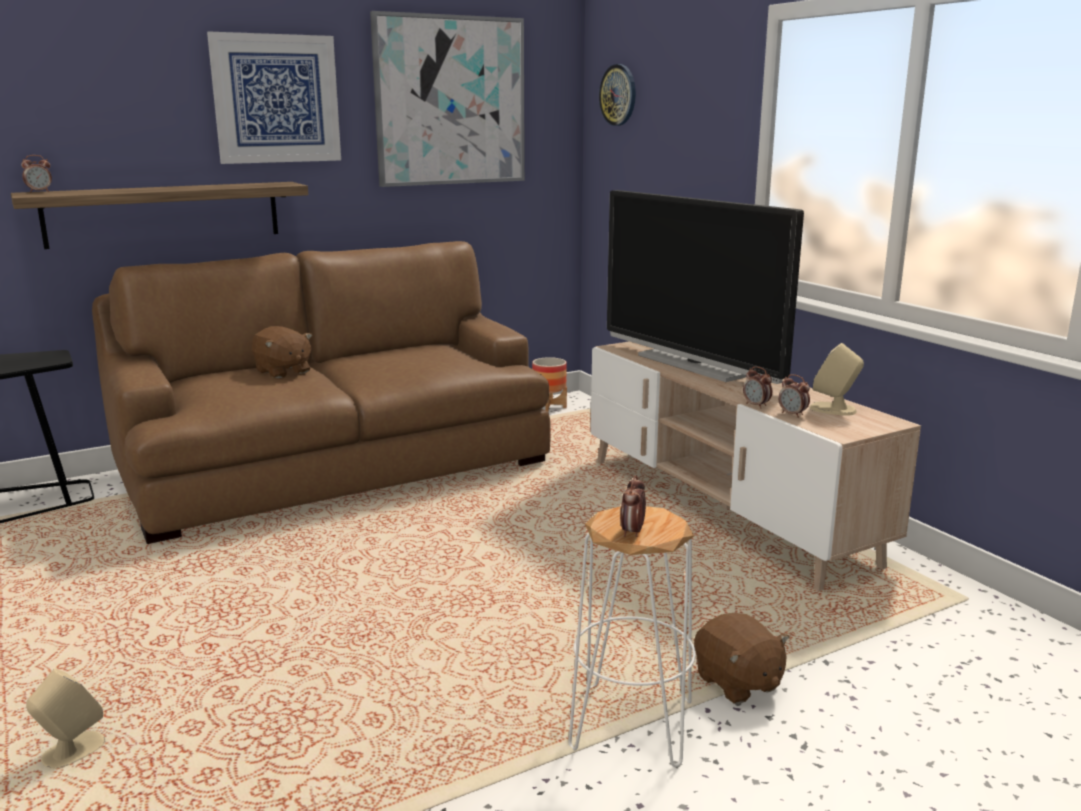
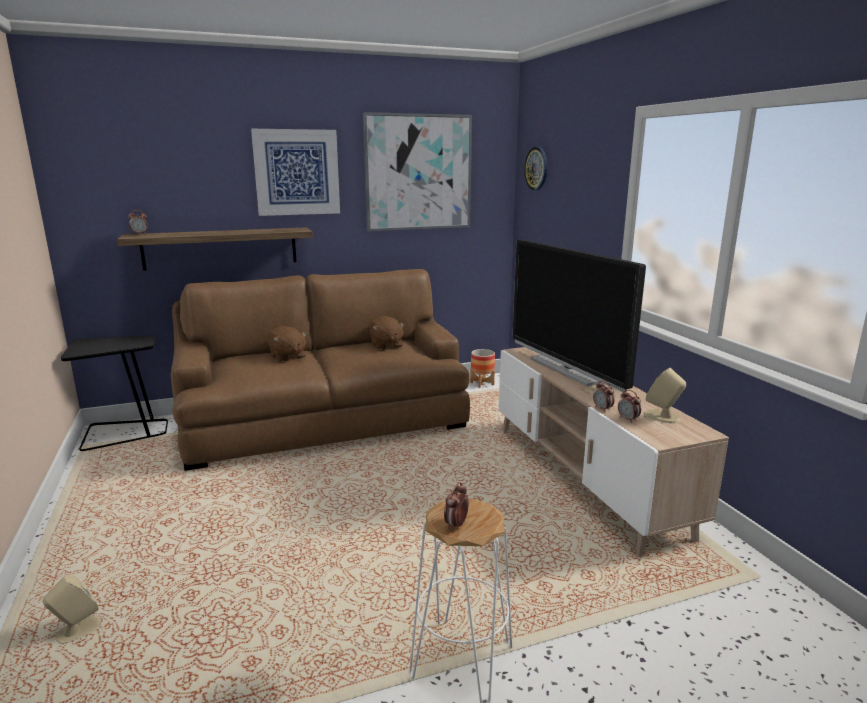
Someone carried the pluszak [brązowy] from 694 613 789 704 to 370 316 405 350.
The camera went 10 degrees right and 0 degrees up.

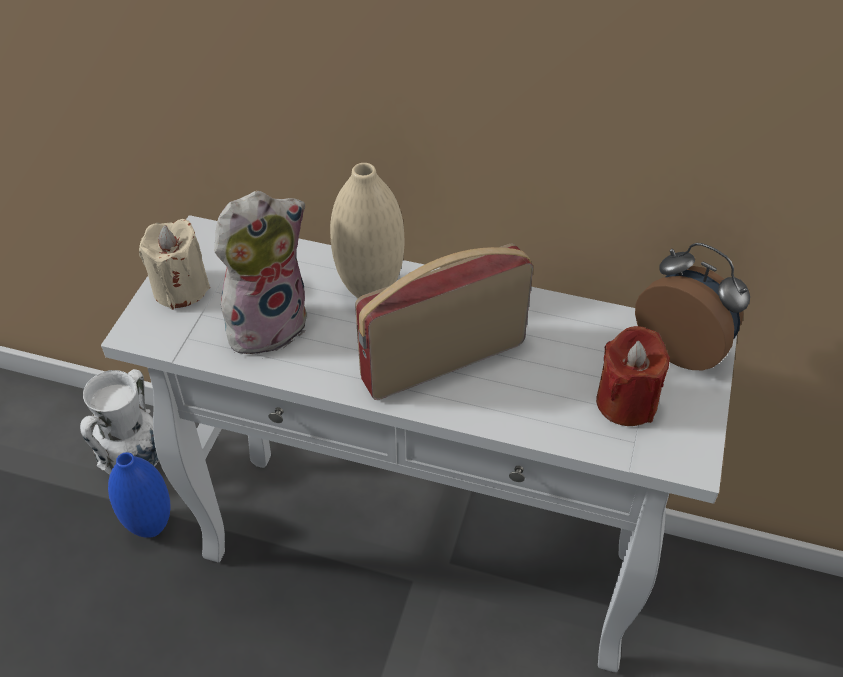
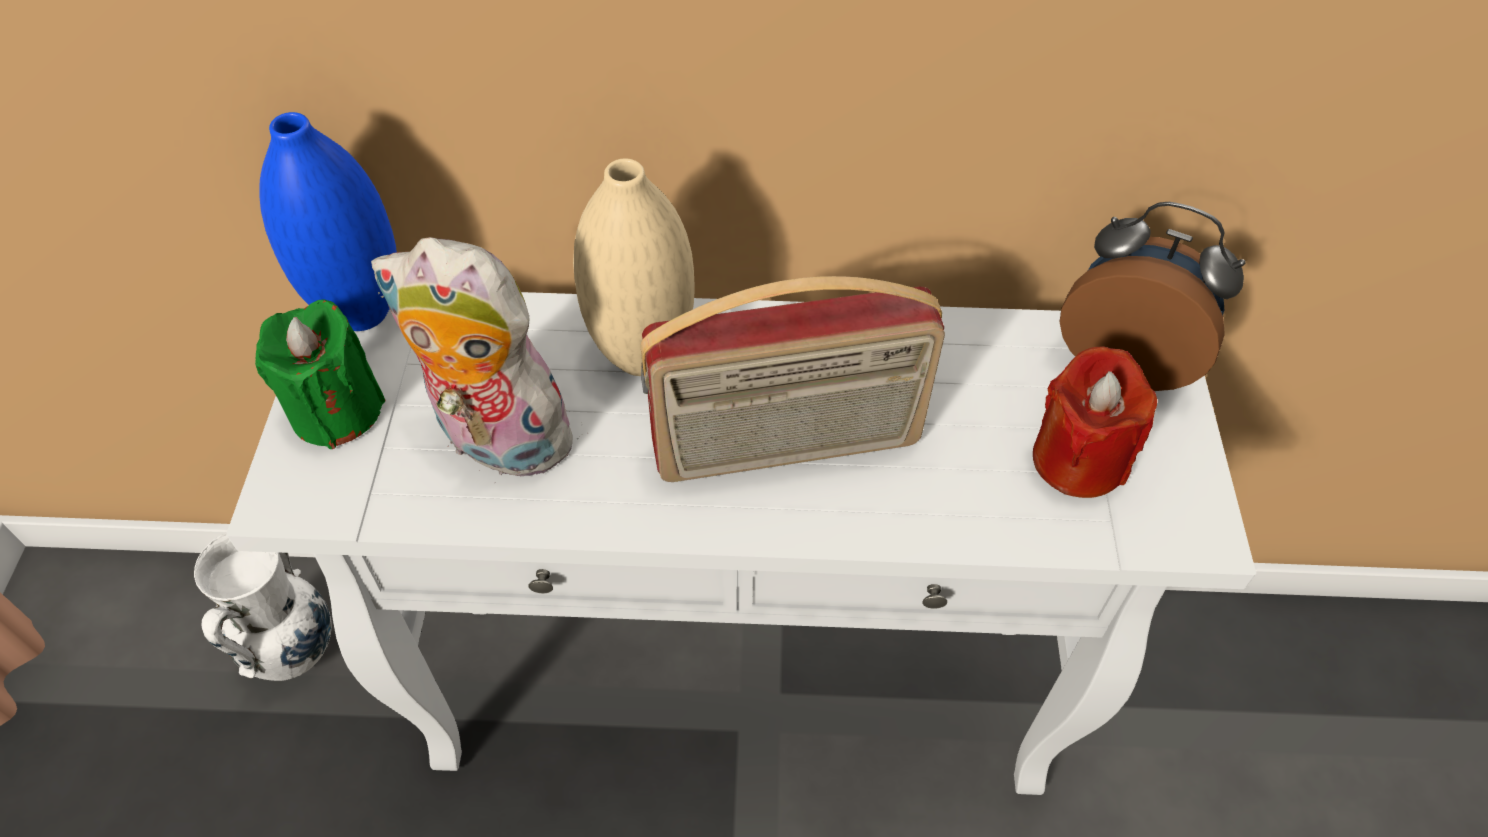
Someone rotated the pluszak at 214 191 307 359 by 105 degrees counterclockwise.
Someone repainted the świeca [beżowy] at 139 219 210 310, which became the świeca [zielony] at 255 300 386 449.
Someone rotated the radio at 355 244 533 400 by 150 degrees counterclockwise.
Someone carried the wazon [niebieski] from 108 452 171 538 to 259 112 397 331.
The camera went 15 degrees left and 5 degrees up.

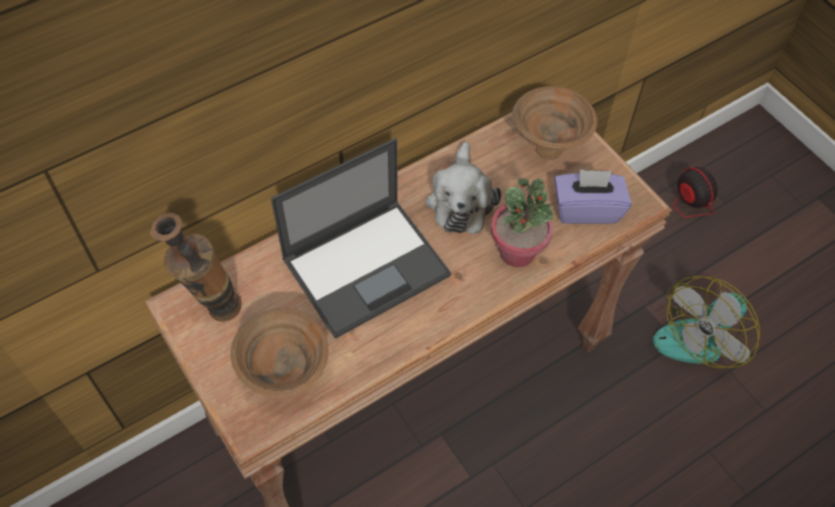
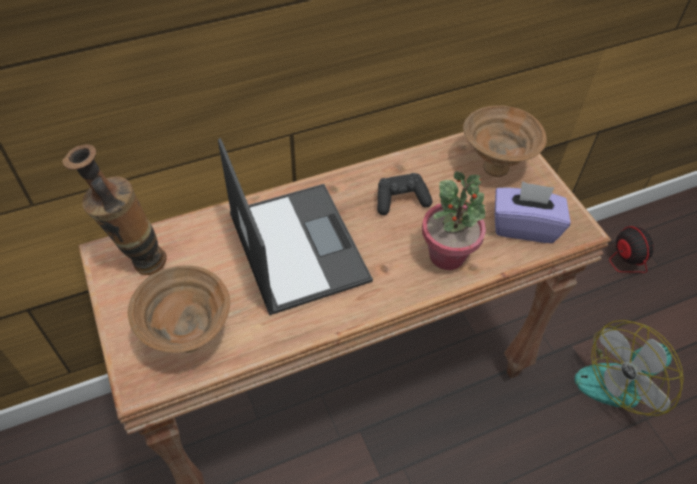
Someone rotated the laptop at 271 138 451 339 by 90 degrees counterclockwise.
Someone swapped the pluszak at 426 142 501 234 for the pad do gier [czarny] at 377 173 433 215.
The camera went 10 degrees right and 5 degrees down.

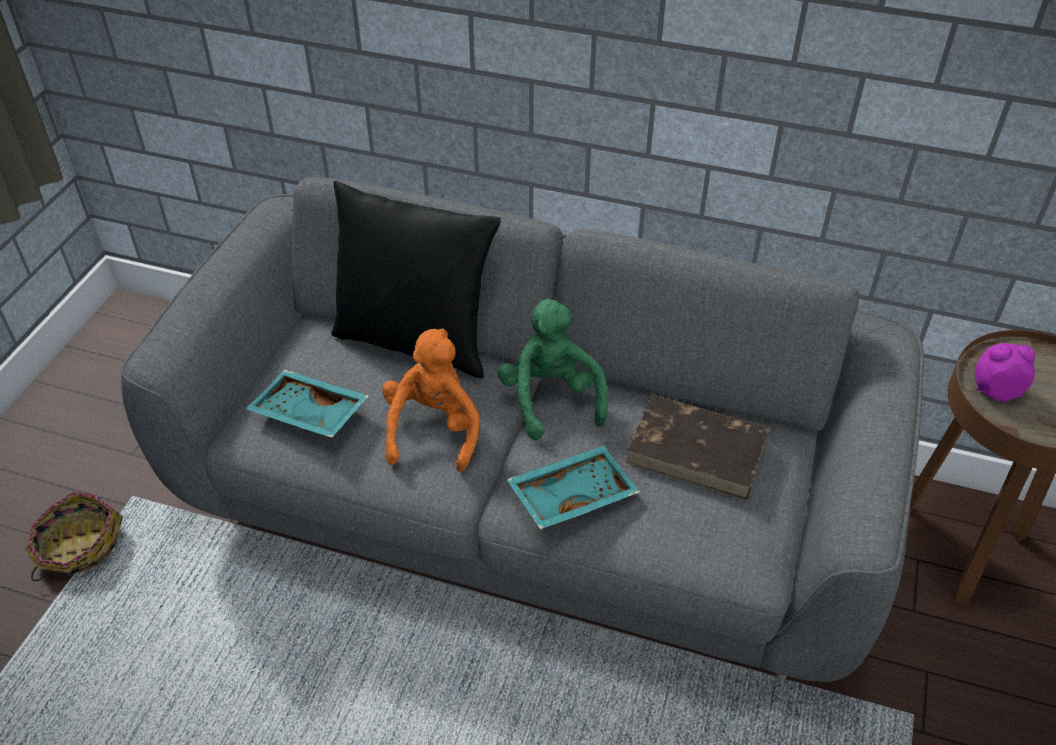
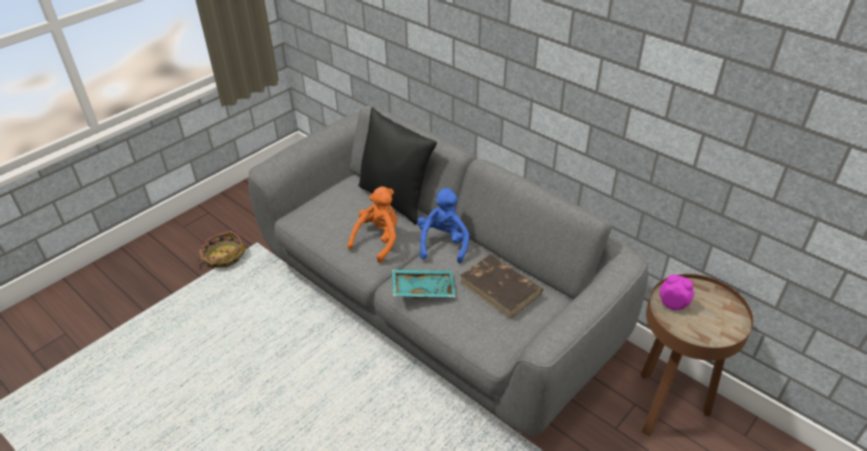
Someone repainted the pluszak [zielony] at 497 298 608 441, which became the pluszak [niebieski] at 417 188 469 263.
Someone took away the taca [turkusowy] at 245 370 369 438.
The camera went 25 degrees right and 5 degrees down.

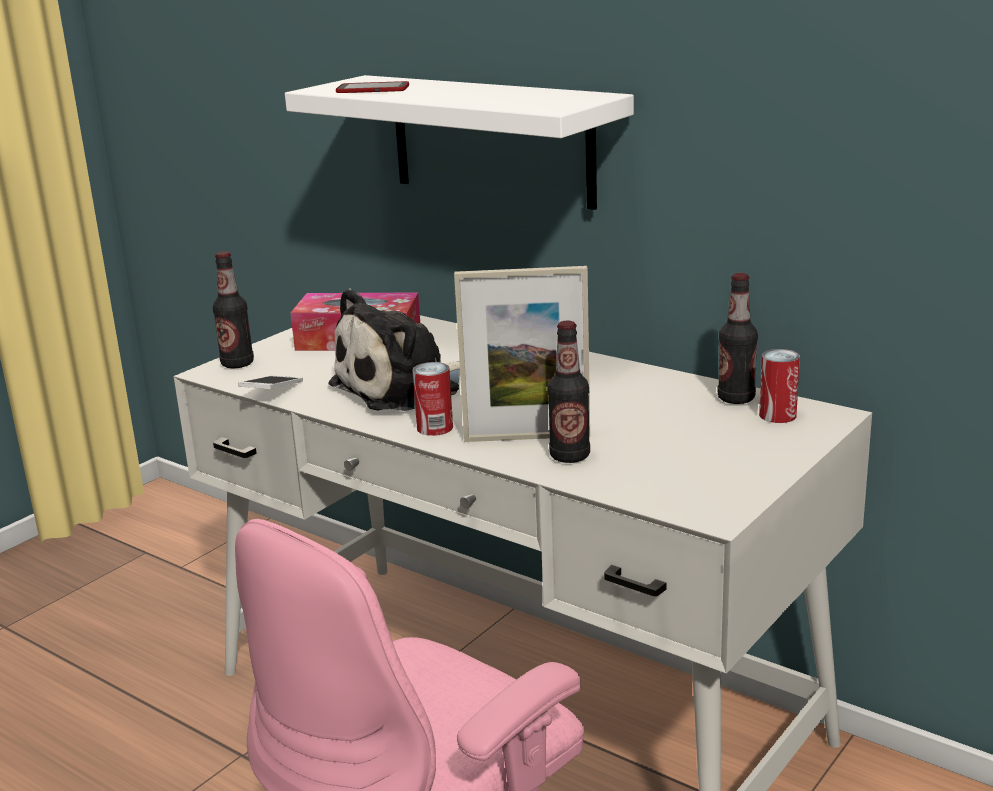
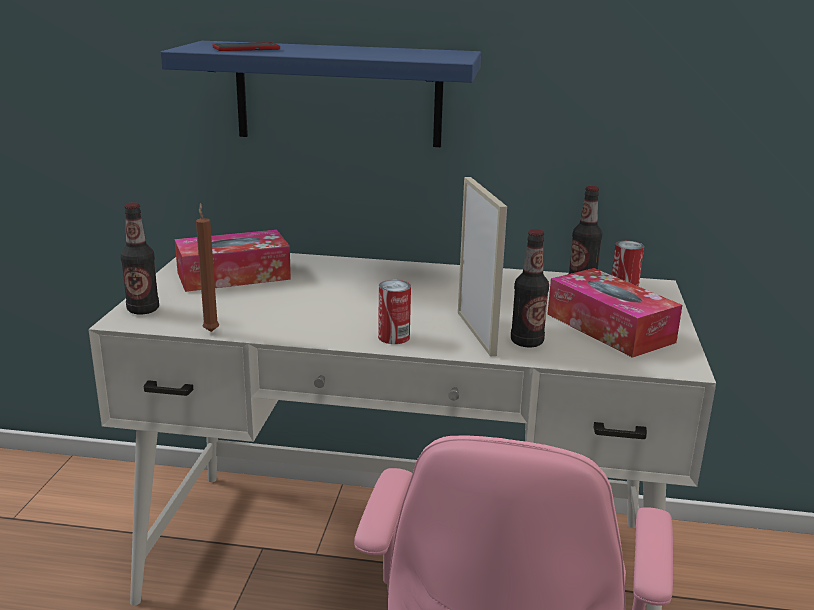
Someone repainted the półka [biały] at 285 75 634 210, which became the półka [niebieski] at 160 41 481 147.
Someone rotated the ramka na zdjęcie at 454 266 590 442 by 75 degrees counterclockwise.
Someone took away the pluszak at 328 288 460 411.
Someone swapped the telefon at 238 376 303 389 for the świeca [brązowy] at 196 203 219 332.
Someone put down the pudełko chusteczek at 547 268 682 358.
The camera went 30 degrees left and 0 degrees up.

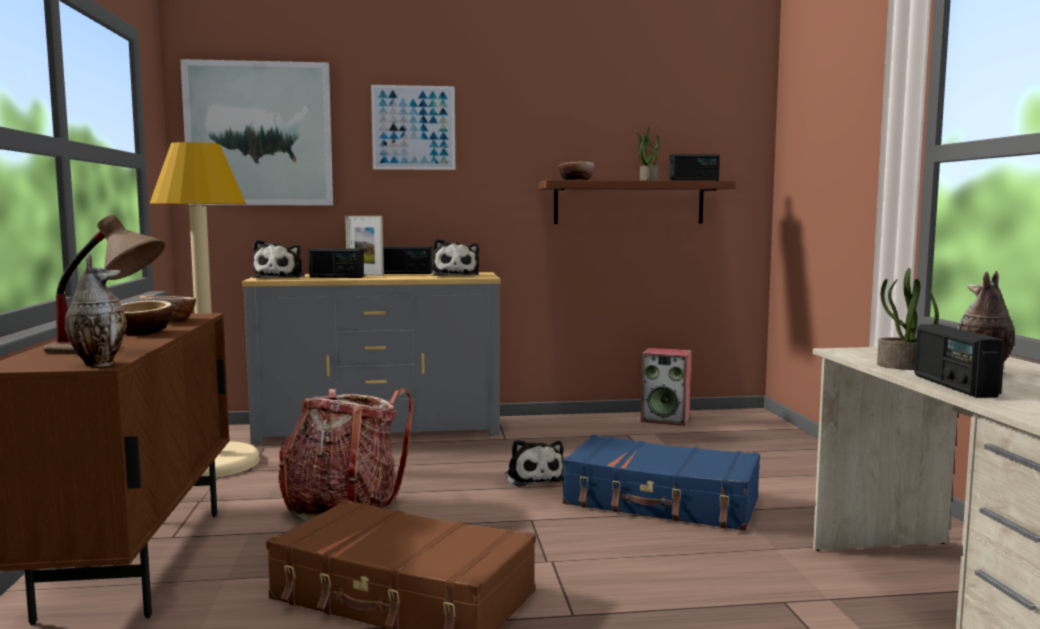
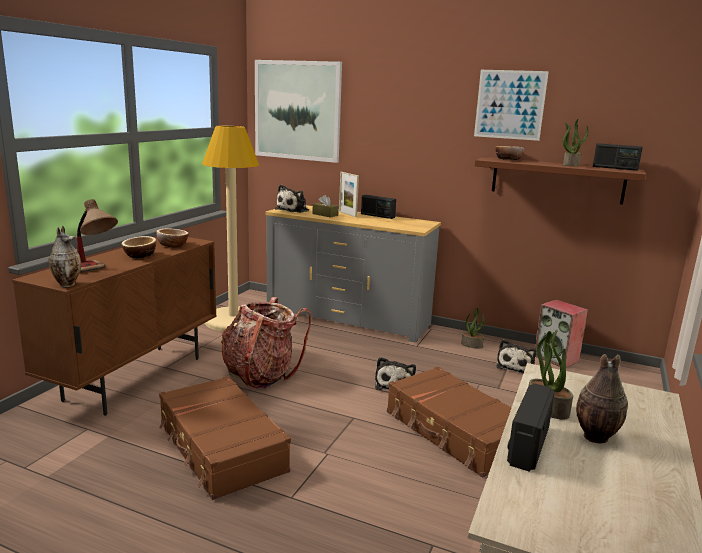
Someone carried the obraz from 371 85 455 170 to 474 70 549 141.
Someone carried the pluszak from 432 239 479 276 to 497 339 536 374.
Someone swapped the radio at 309 248 364 278 for the pudełko chusteczek [brązowy] at 312 195 339 218.
Someone repainted the walizka [niebieski] at 562 435 760 531, which became the walizka [brązowy] at 387 367 512 478.
Someone put down the roślina doniczkowa at 461 307 485 348.
The camera went 30 degrees right and 10 degrees up.

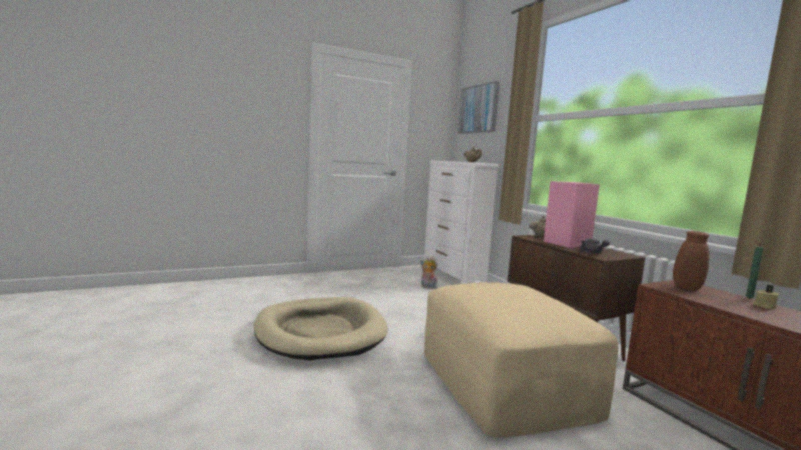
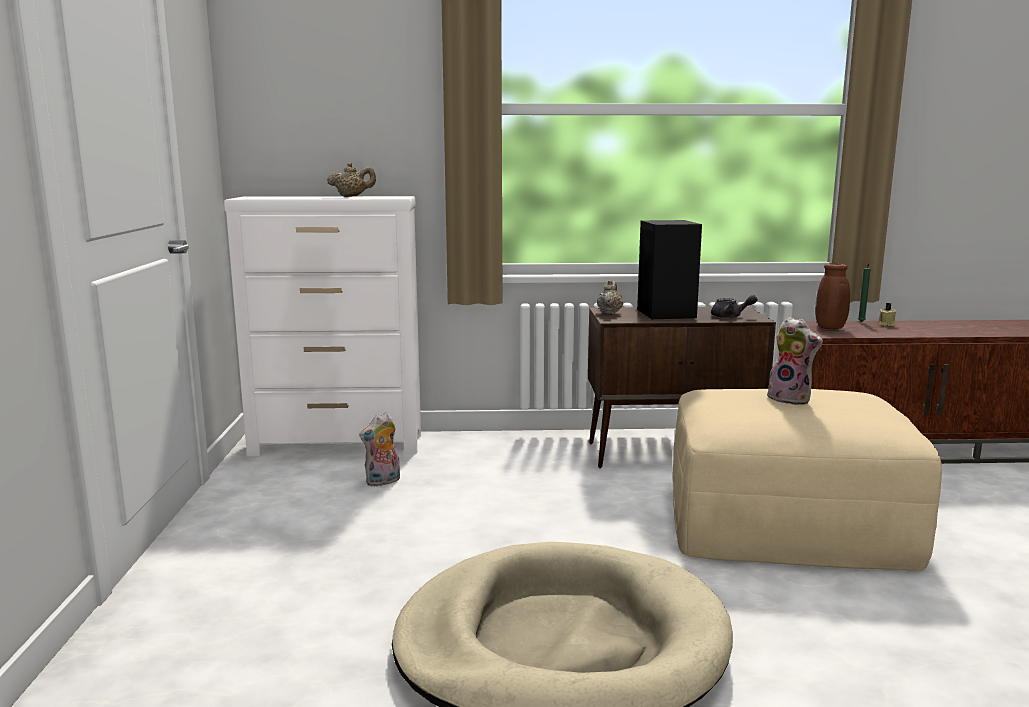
Someone took away the obraz at 458 81 500 133.
Someone repainted the głośnik [różowy] at 544 181 600 248, which became the głośnik [czarny] at 637 220 702 319.
Someone put down the pluszak at 765 317 823 405.
The camera went 65 degrees left and 5 degrees up.

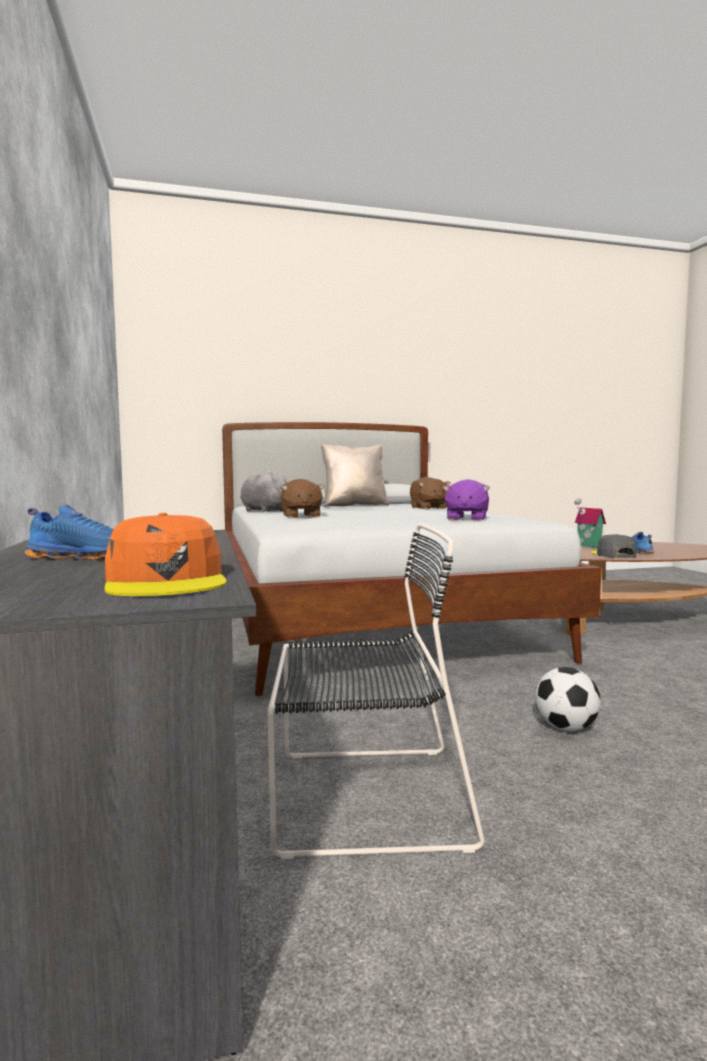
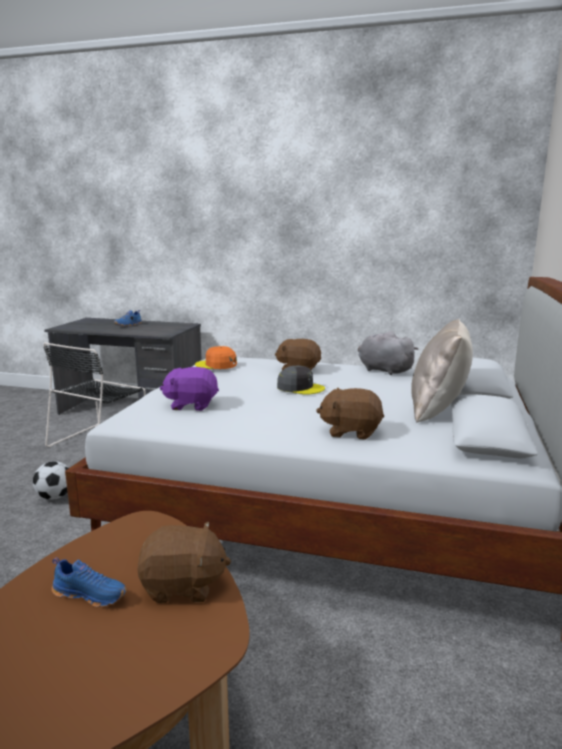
Someone rotated the pluszak [szary] at 240 470 287 512 by 120 degrees counterclockwise.
Someone rotated the pluszak [fioletowy] at 442 479 490 521 by 45 degrees counterclockwise.
Someone swapped the domek at 574 498 606 548 for the pluszak [brązowy] at 138 521 231 603.
Someone carried the czapka z daszkiem [pomarańczowy] from 104 513 227 596 to 195 346 237 369.
Someone carried the czapka z daszkiem [szary] from 591 534 637 558 to 277 366 325 395.
The camera went 120 degrees right and 10 degrees up.

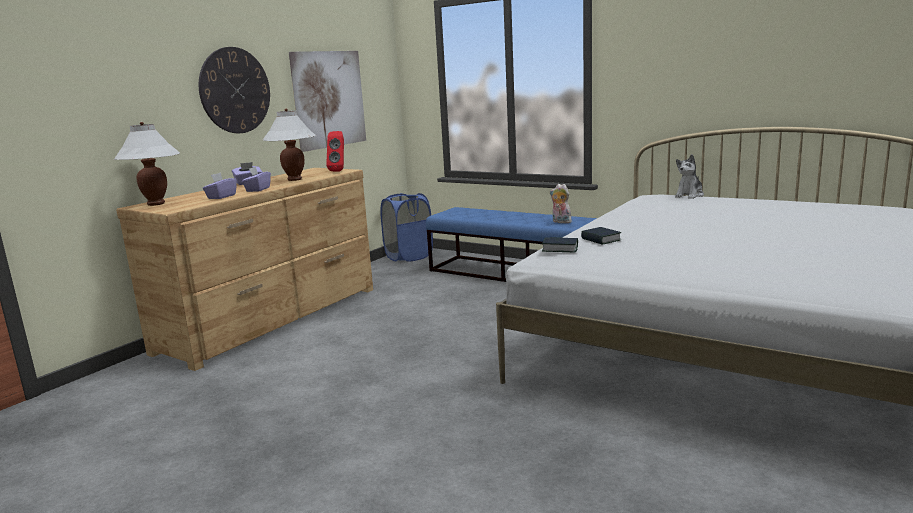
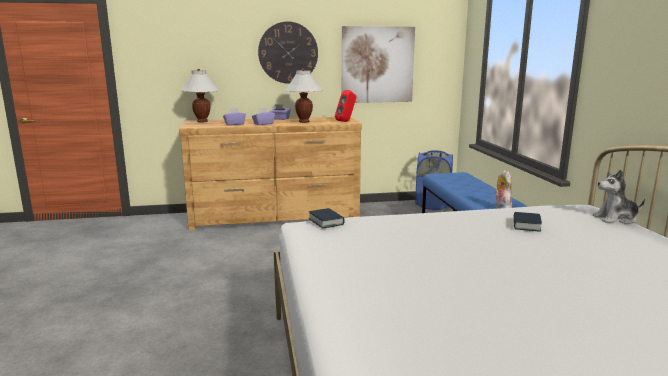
Someone carried the książka from 581 227 621 245 to 514 212 542 232.
The camera went 45 degrees right and 0 degrees up.

